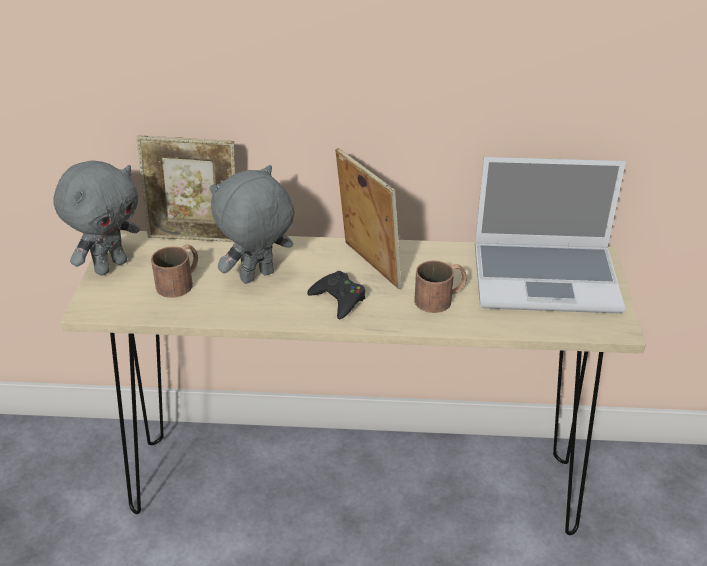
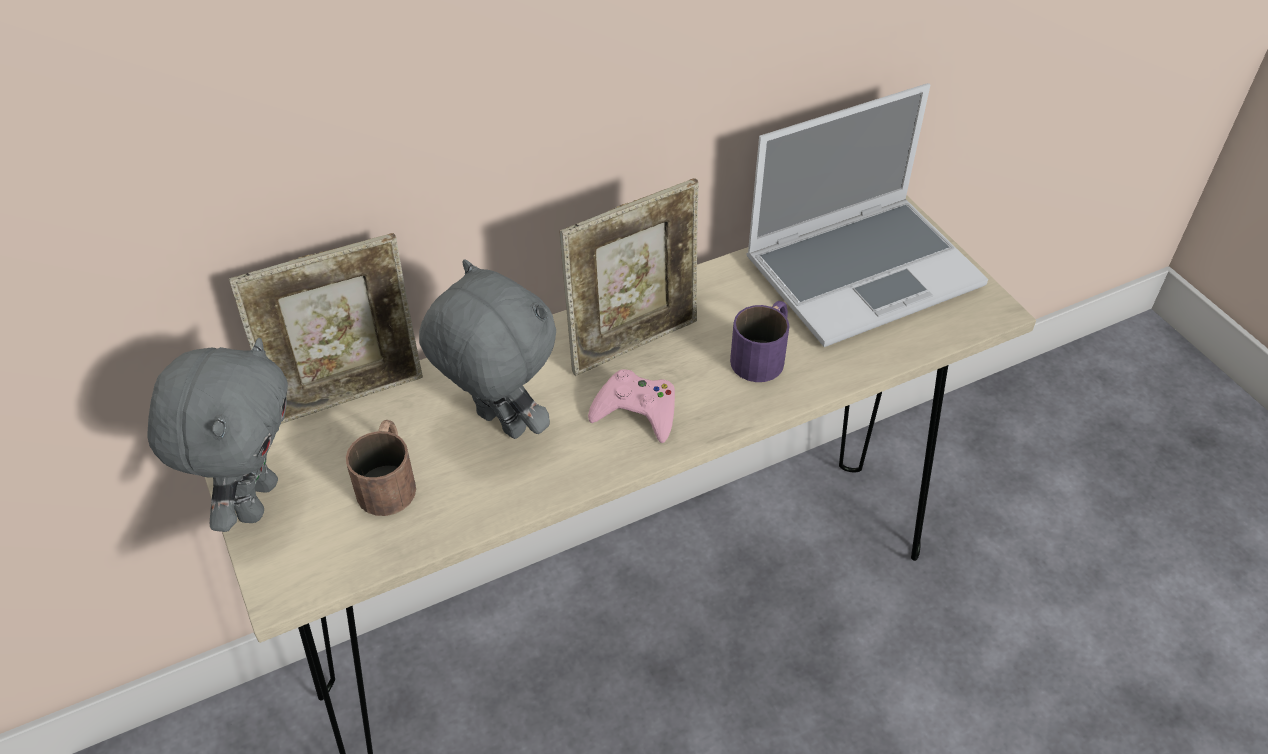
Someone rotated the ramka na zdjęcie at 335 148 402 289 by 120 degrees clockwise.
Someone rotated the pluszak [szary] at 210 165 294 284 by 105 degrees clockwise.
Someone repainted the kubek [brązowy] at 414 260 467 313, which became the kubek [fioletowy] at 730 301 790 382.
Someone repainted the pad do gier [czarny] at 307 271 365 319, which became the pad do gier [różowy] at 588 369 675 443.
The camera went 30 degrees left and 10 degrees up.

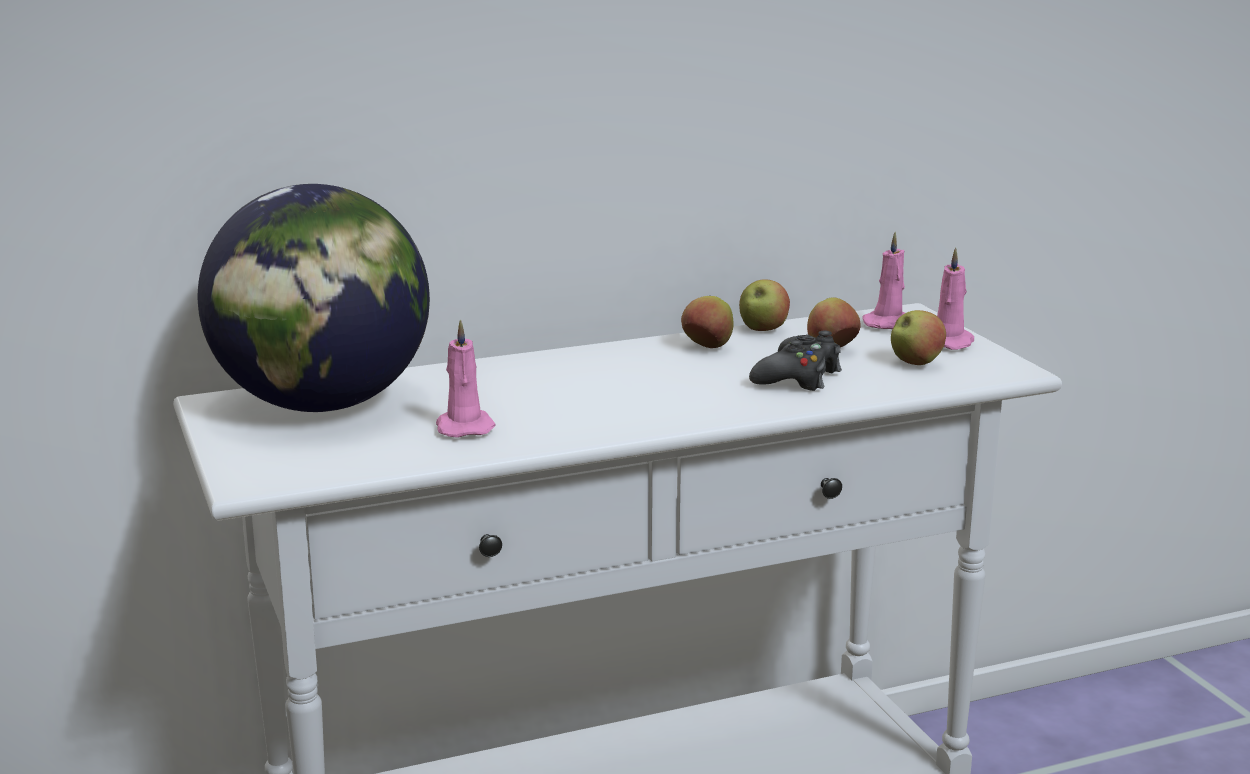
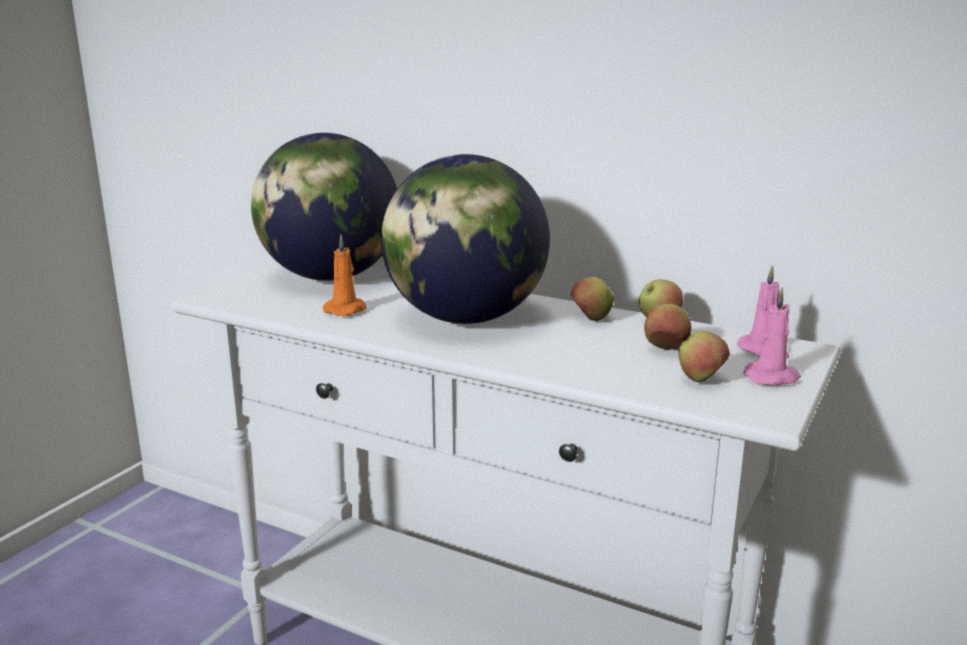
Someone repainted the świeca [różowy] at 436 319 496 438, which became the świeca [pomarańczowy] at 322 234 366 316.
Someone took away the pad do gier [czarny] at 749 331 842 391.
Someone put down the globus at 381 154 550 324.
The camera went 50 degrees right and 0 degrees up.

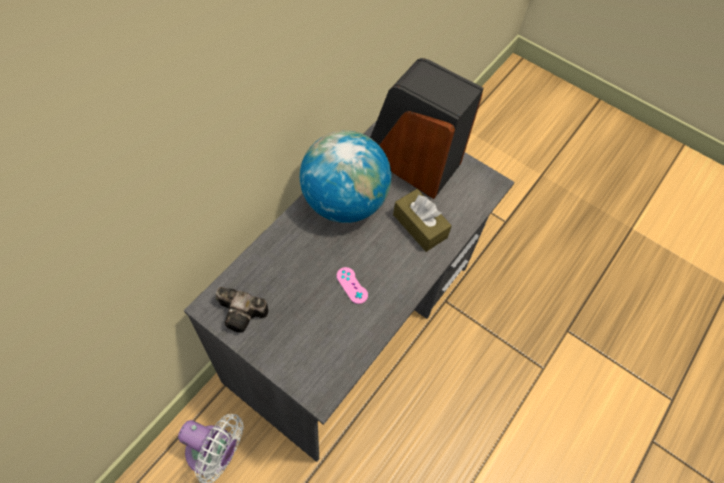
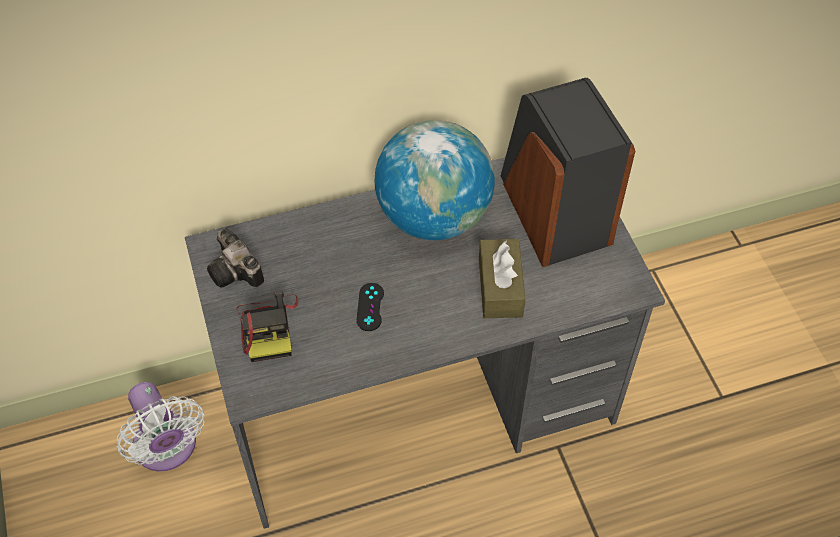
Someone repainted the pad do gier [różowy] at 336 267 368 304, which became the pad do gier [czarny] at 356 283 384 331.
Someone put down the aparat fotograficzny at 236 292 298 362.
The camera went 40 degrees right and 5 degrees down.

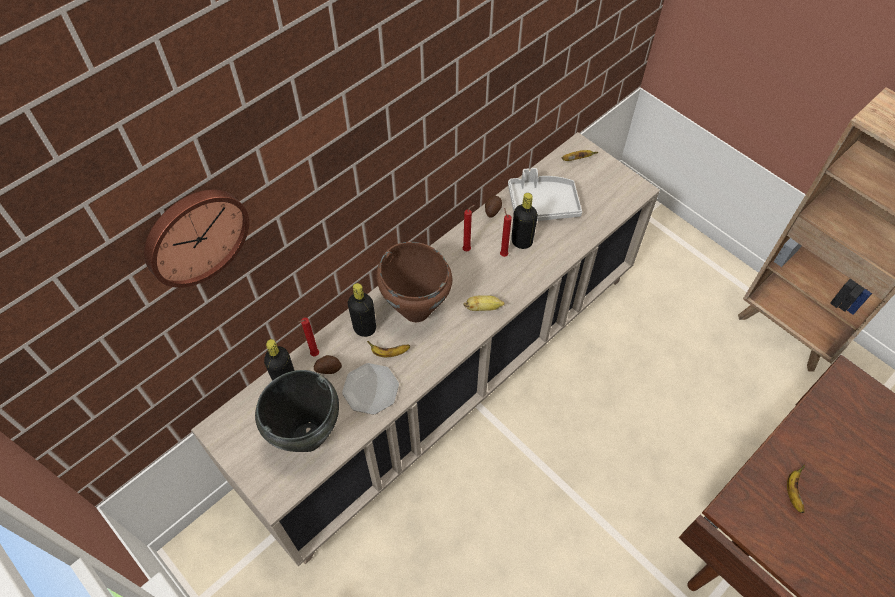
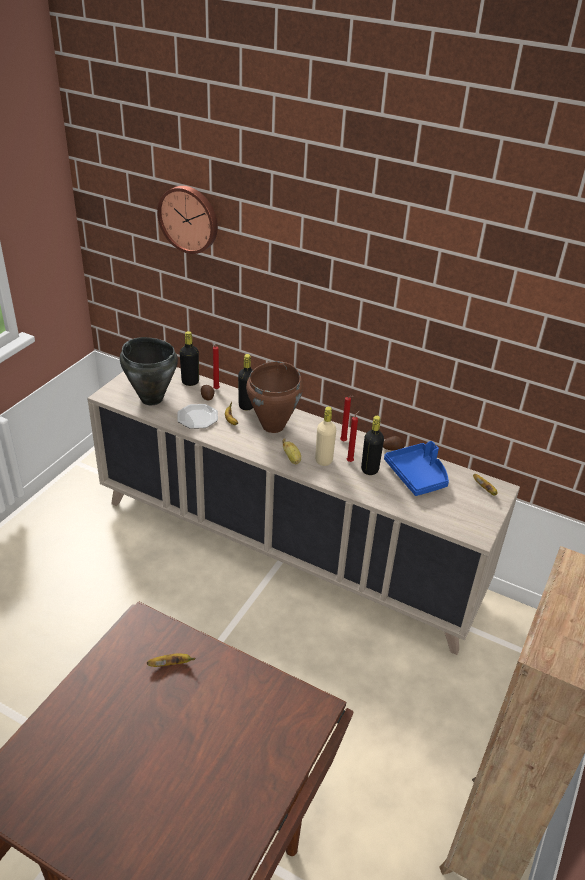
Someone repainted the taca [szary] at 508 168 582 221, which became the taca [niebieski] at 384 441 449 496.
Someone put down the butelka [beżowy] at 315 407 336 466.
The camera went 70 degrees right and 20 degrees down.

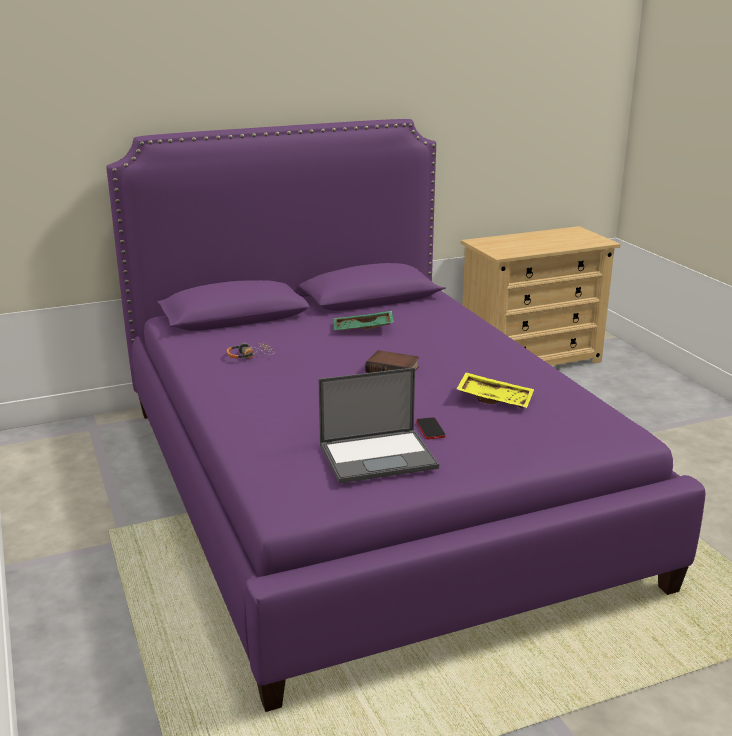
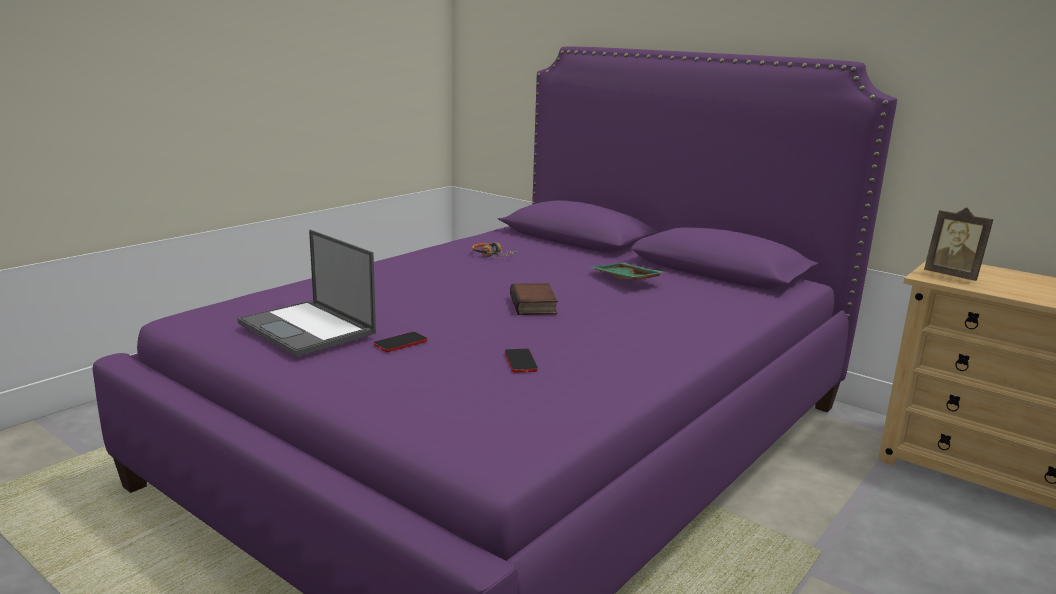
Someone swapped the taca [żółty] at 457 372 534 408 for the telefon at 505 349 538 373.
Someone put down the ramka na zdjęcie at 924 208 993 281.
The camera went 60 degrees right and 5 degrees down.

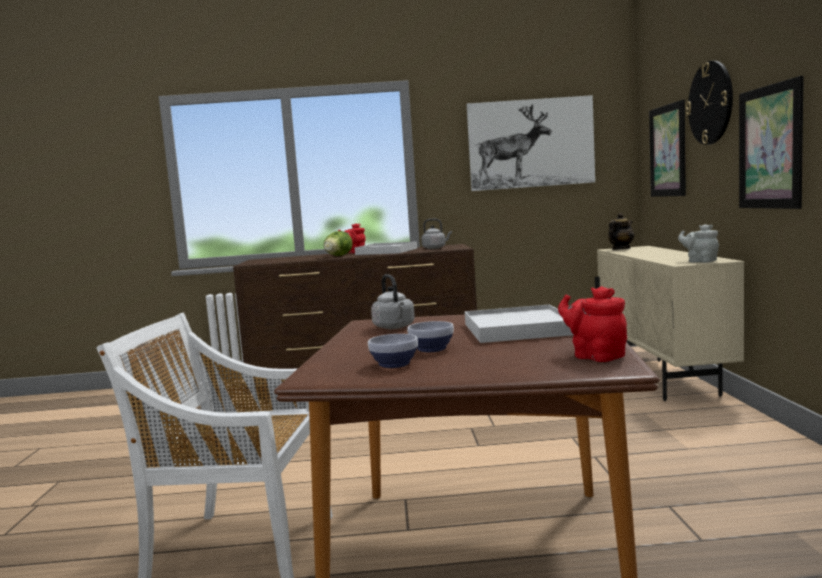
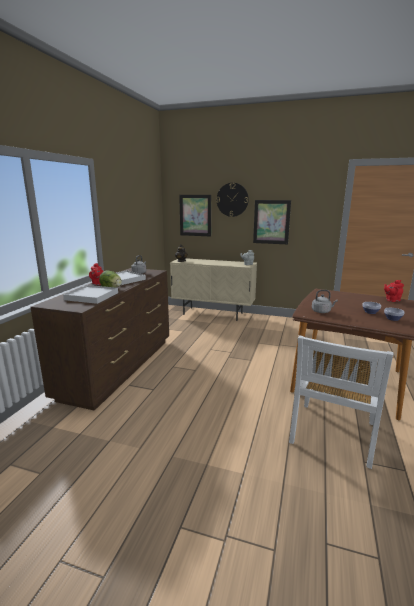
Someone took away the obraz at 467 95 595 191.
Someone carried the taca [biały] from 465 304 573 343 to 63 285 118 304.
The camera went 70 degrees left and 10 degrees up.

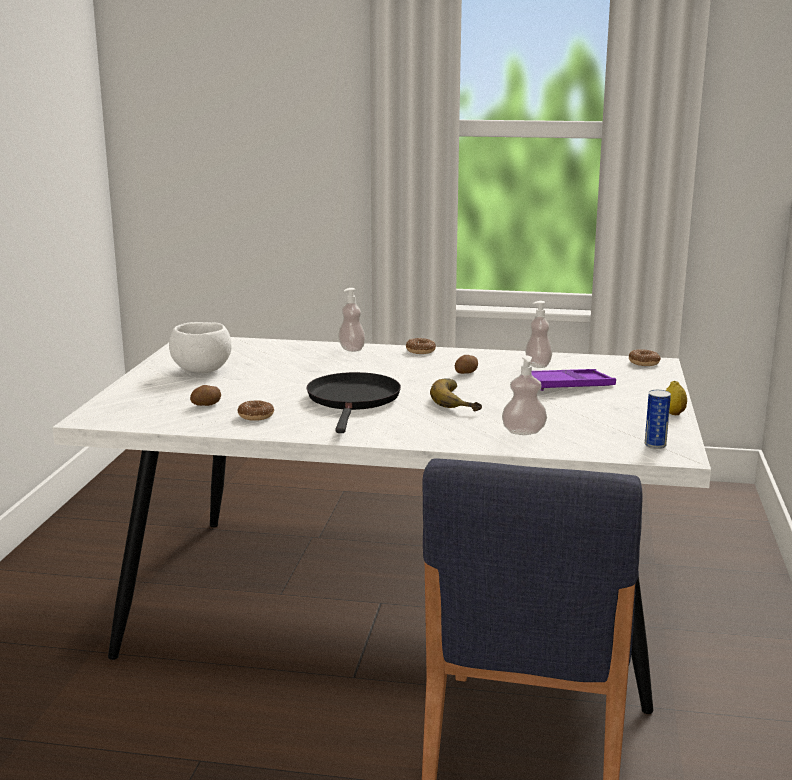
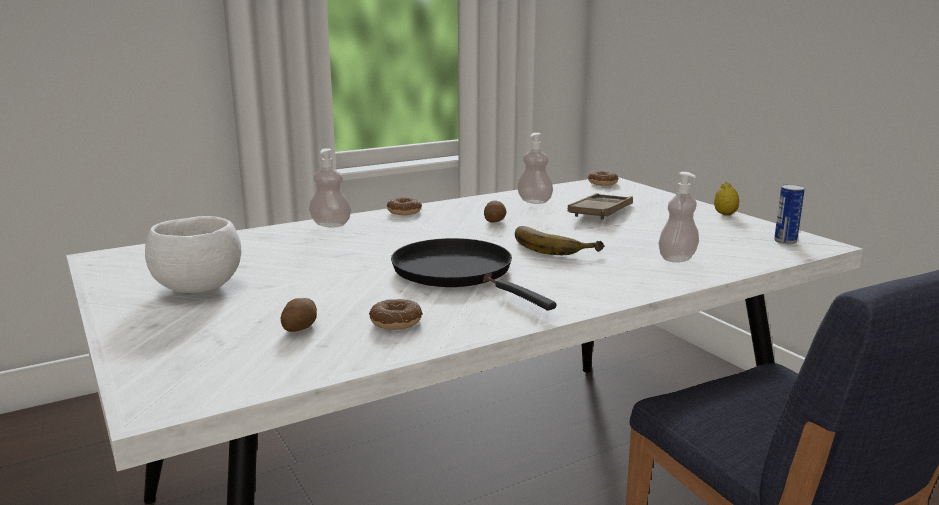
Someone repainted the taca [fioletowy] at 532 369 616 391, which became the taca [brązowy] at 568 193 633 220.
The camera went 40 degrees left and 0 degrees up.

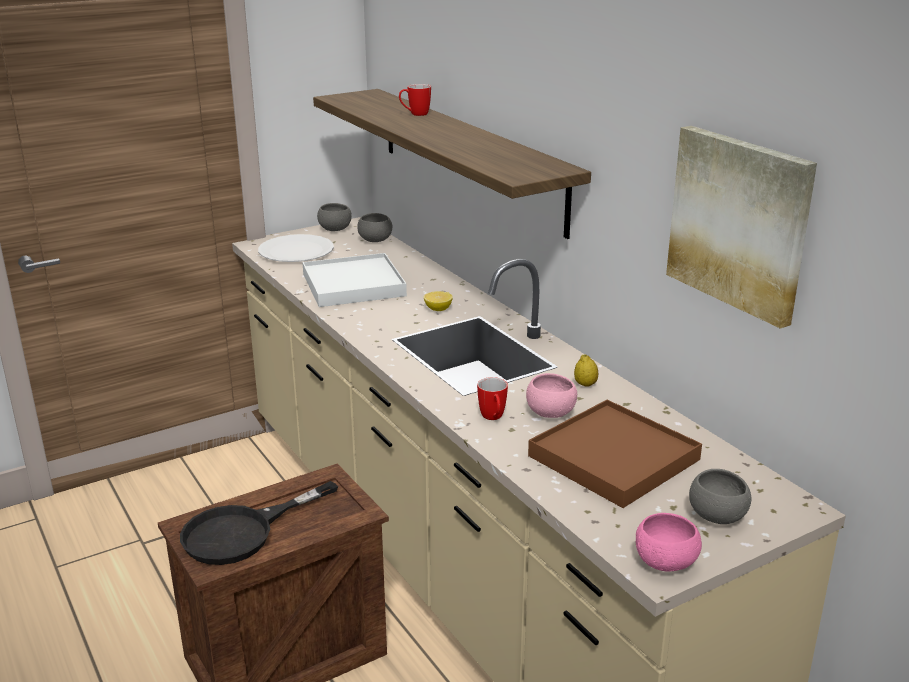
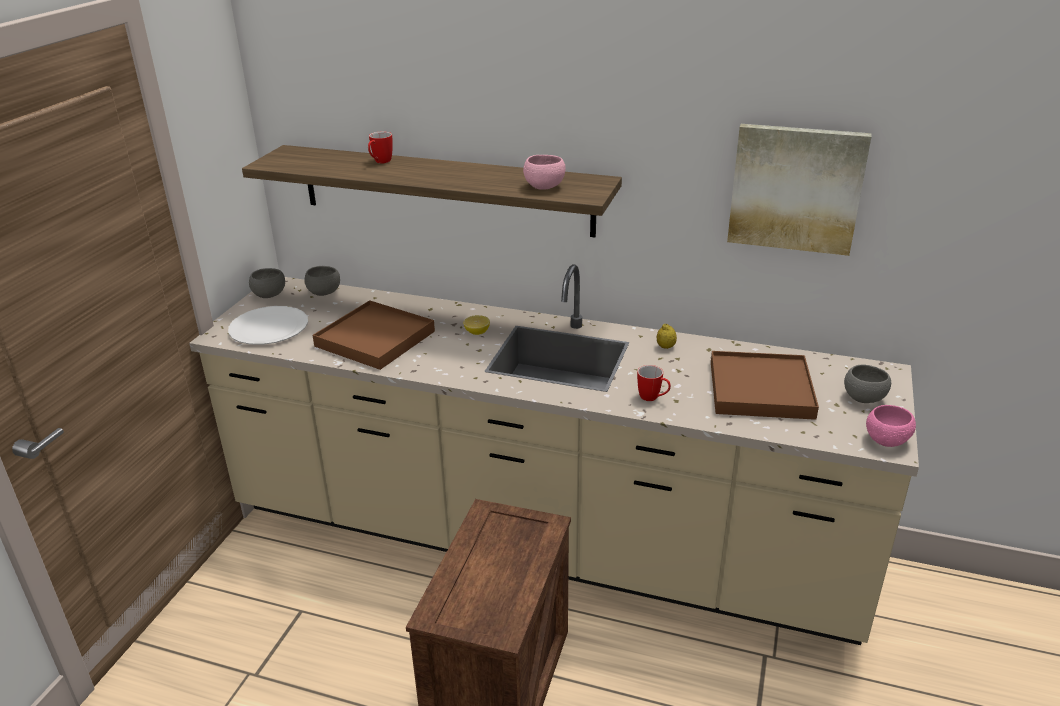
Someone repainted the taca [biały] at 302 253 407 307, which became the taca [brązowy] at 313 300 435 370.
Someone carried the miska [różowy] from 526 373 577 418 to 523 155 566 190.
Someone took away the patelnia [czarny] at 180 481 338 565.
The camera went 40 degrees left and 5 degrees up.

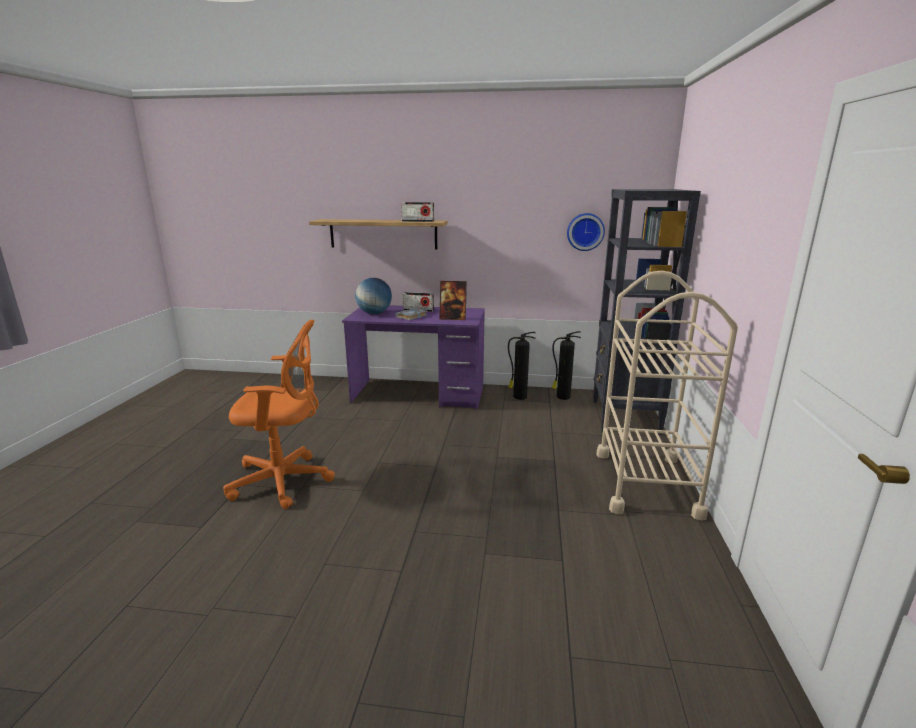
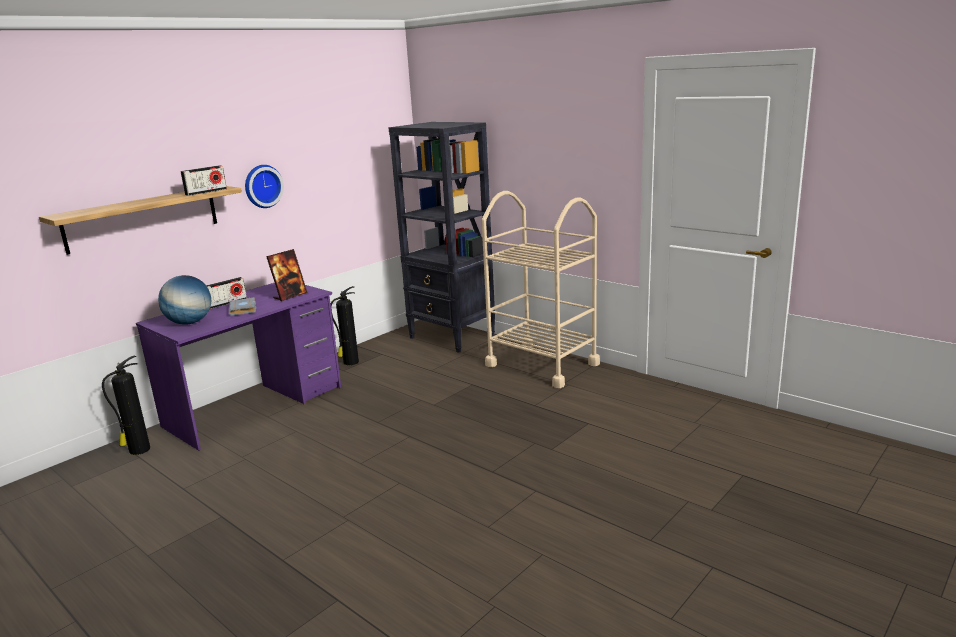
Someone carried the zegar ścienny from 567 213 605 251 to 245 165 284 208.
Someone took away the krzesło biurowe [pomarańczowy] at 223 320 335 509.
Someone carried the gaśnica from 552 331 581 400 to 102 355 150 455.
The camera went 55 degrees left and 0 degrees up.

